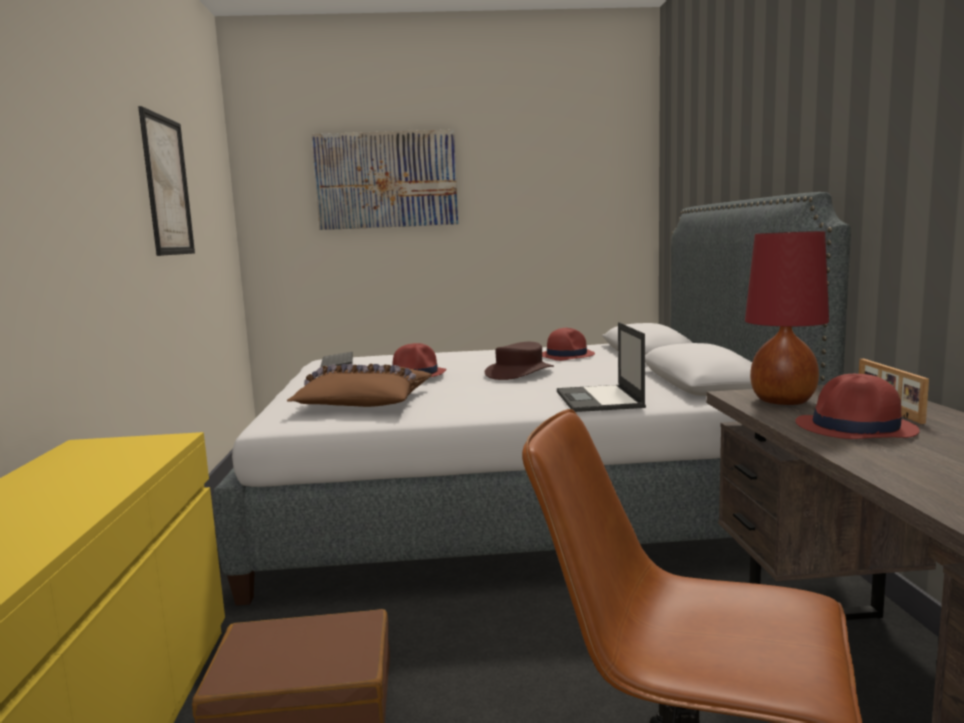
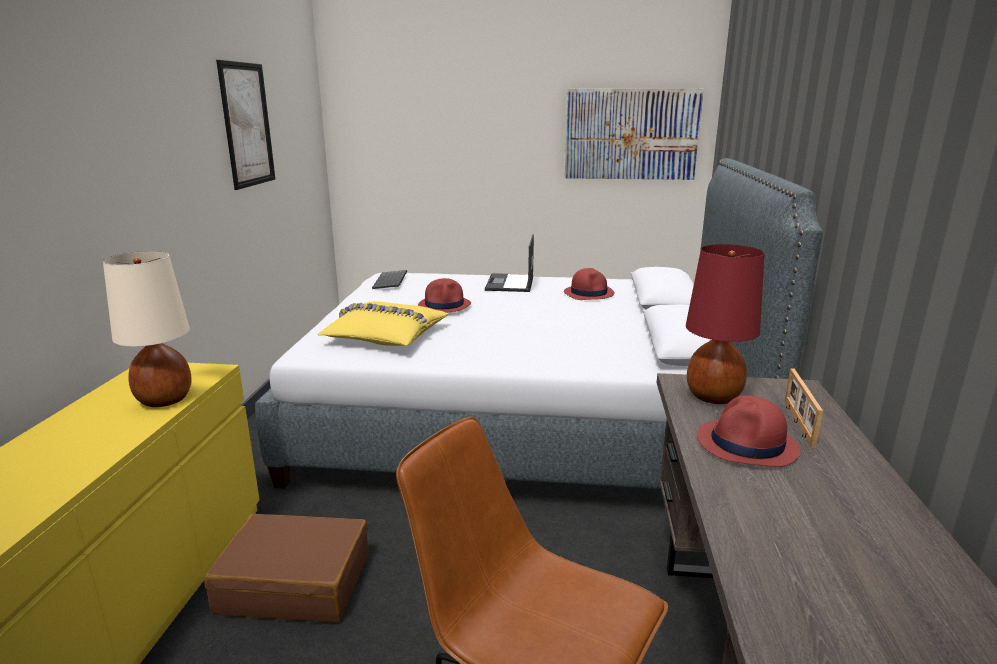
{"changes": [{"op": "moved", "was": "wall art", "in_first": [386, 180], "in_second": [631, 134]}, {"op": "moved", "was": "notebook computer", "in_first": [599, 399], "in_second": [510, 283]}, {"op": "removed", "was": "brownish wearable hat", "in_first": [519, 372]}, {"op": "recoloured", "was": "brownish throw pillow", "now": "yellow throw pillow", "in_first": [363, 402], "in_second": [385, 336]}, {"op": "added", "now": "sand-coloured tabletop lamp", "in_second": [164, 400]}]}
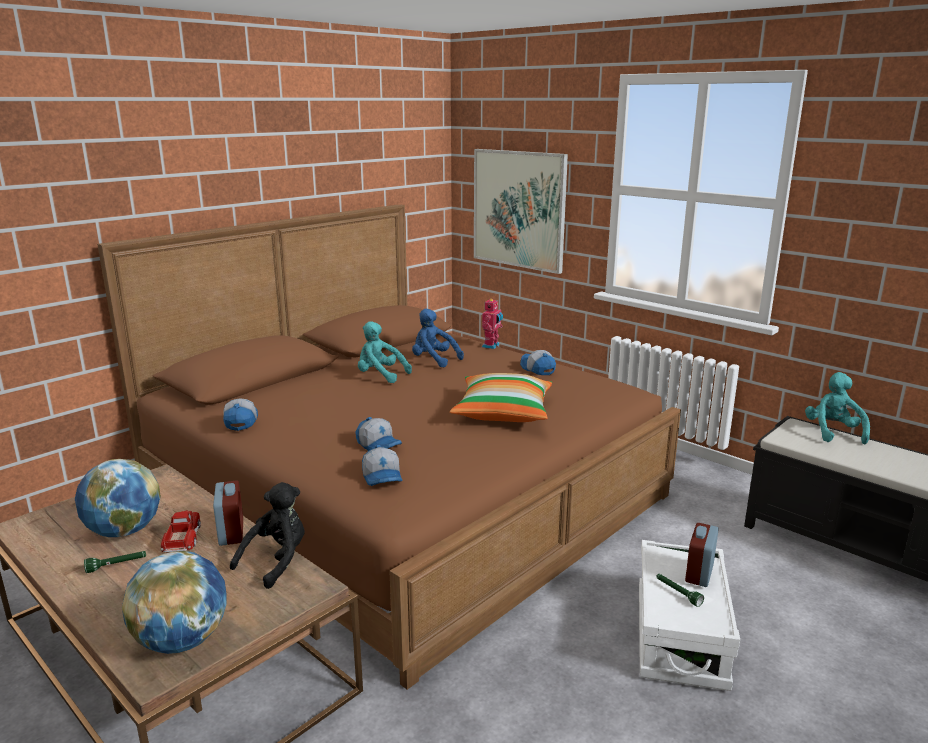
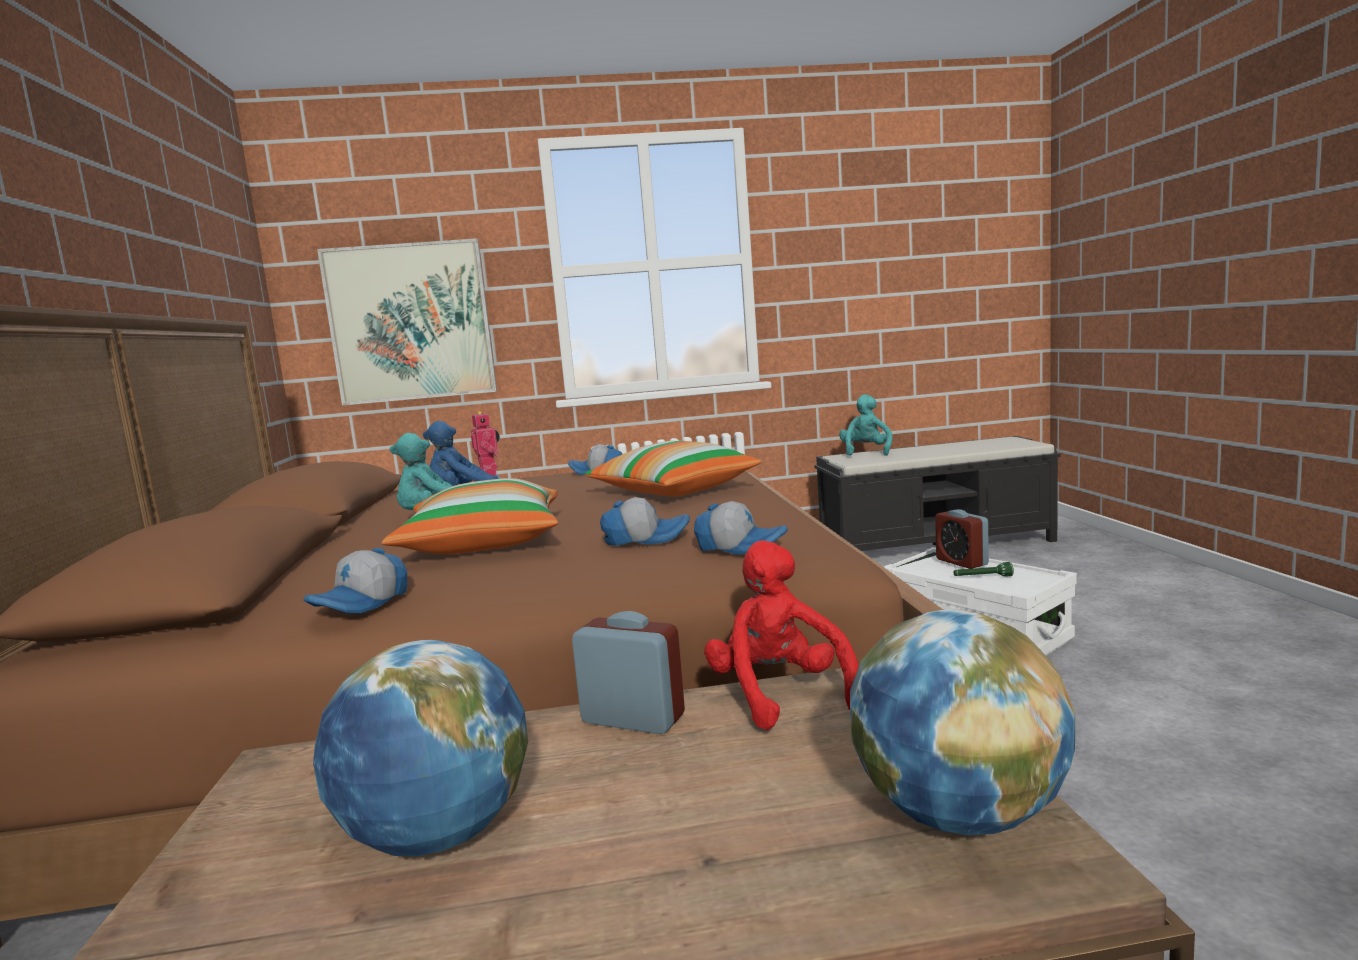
{"changes": [{"op": "turned", "was": "turquoise-coloured soft toy", "in_first": [833, 432], "in_second": [866, 452], "clockwise": 60}, {"op": "turned", "was": "baseball cap", "in_first": [240, 421], "in_second": [362, 603], "clockwise": -90}, {"op": "recoloured", "was": "black-coloured soft toy", "now": "red soft toy", "in_first": [277, 561], "in_second": [779, 694]}, {"op": "removed", "was": "toy truck", "in_first": [183, 539]}, {"op": "removed", "was": "green hand torch", "in_first": [117, 565]}, {"op": "added", "now": "throw pillow", "in_second": [483, 543]}]}
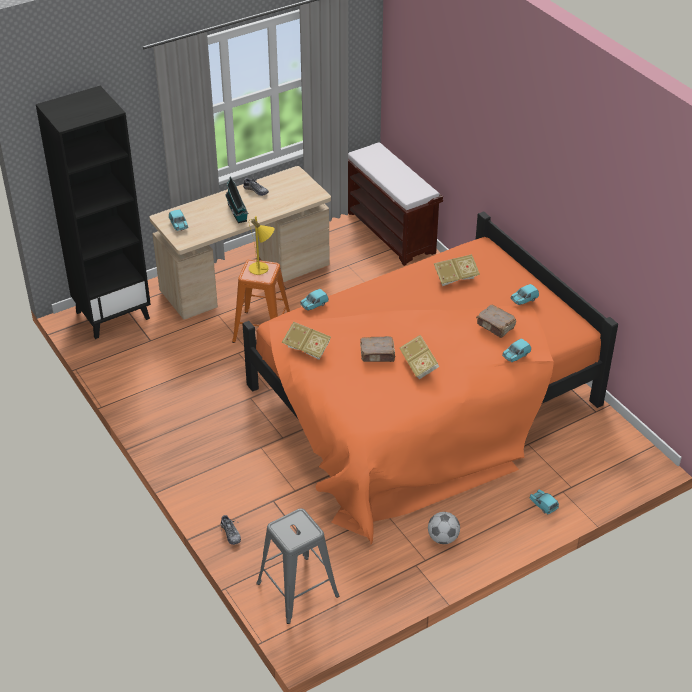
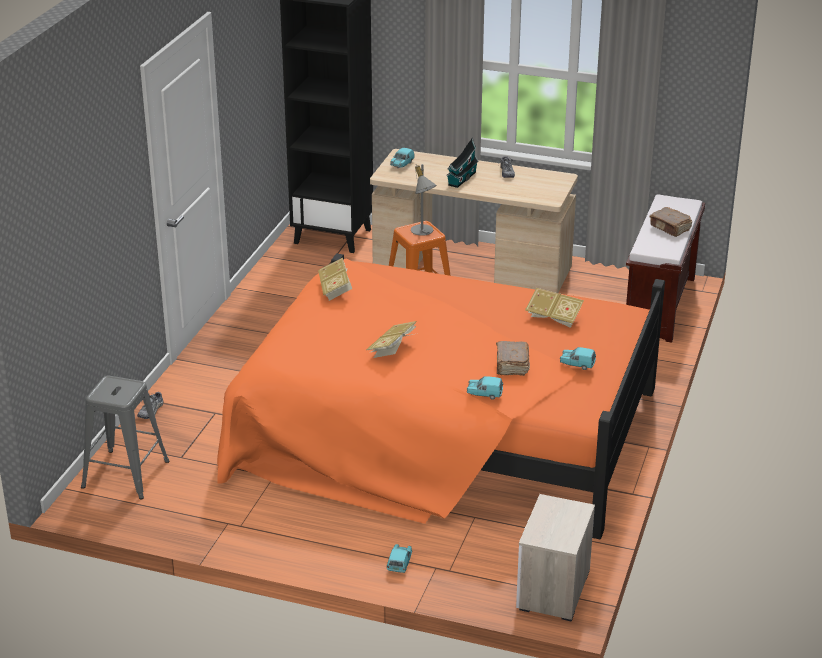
{"changes": [{"op": "recoloured", "was": "yellow tabletop lamp", "now": "grey tabletop lamp", "in_first": [262, 269], "in_second": [423, 232]}, {"op": "removed", "was": "turquoise-coloured miniature car", "in_first": [314, 305]}, {"op": "moved", "was": "brownish volume", "in_first": [378, 355], "in_second": [670, 228]}, {"op": "removed", "was": "football", "in_first": [443, 538]}, {"op": "added", "now": "nightstand", "in_second": [552, 590]}]}
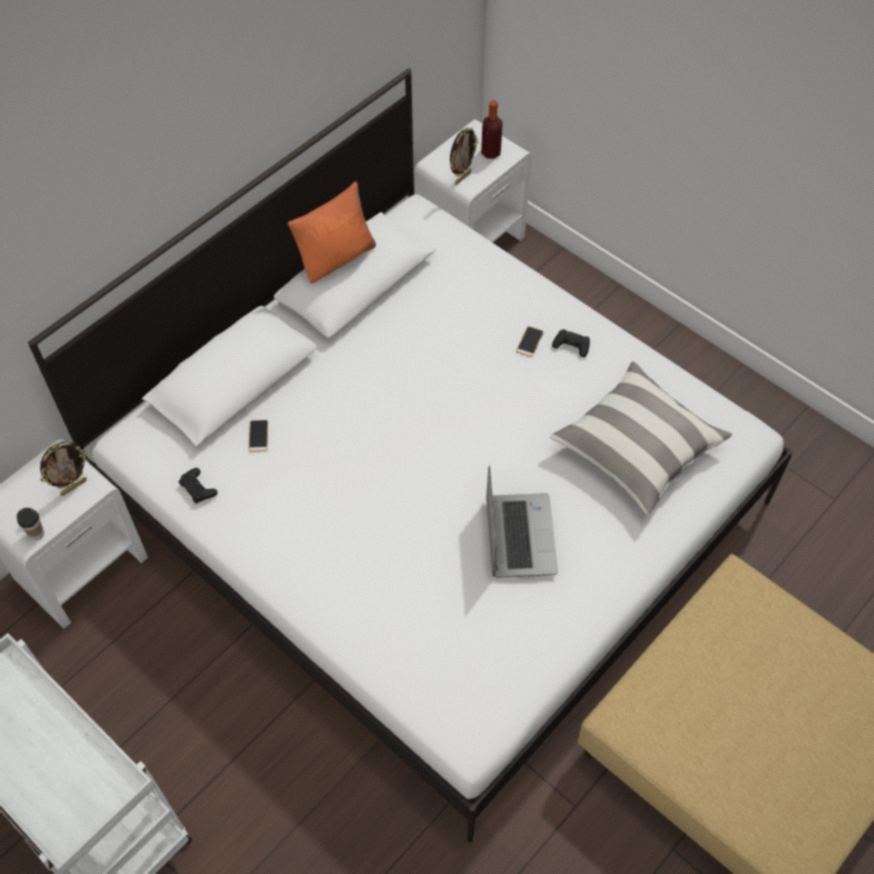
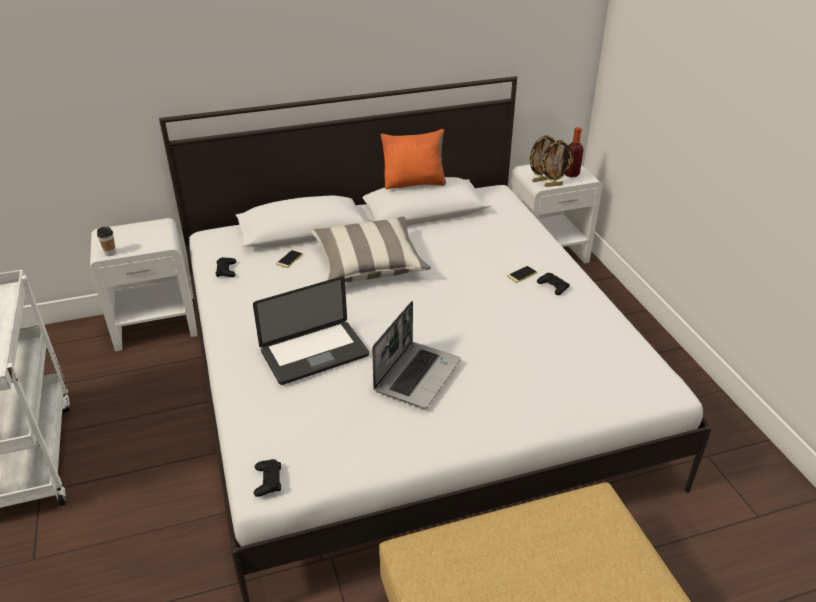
{"changes": [{"op": "moved", "was": "throw pillow", "in_first": [637, 449], "in_second": [369, 264]}, {"op": "moved", "was": "photo frame", "in_first": [73, 487], "in_second": [553, 185]}, {"op": "added", "now": "notebook computer", "in_second": [314, 354]}, {"op": "added", "now": "black-coloured game controller", "in_second": [268, 480]}]}
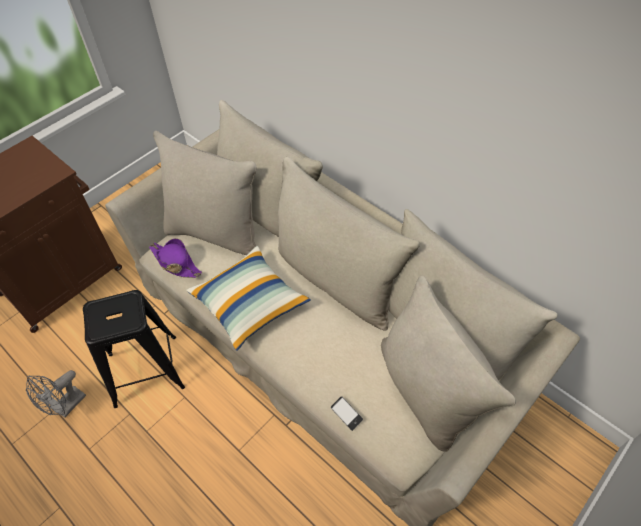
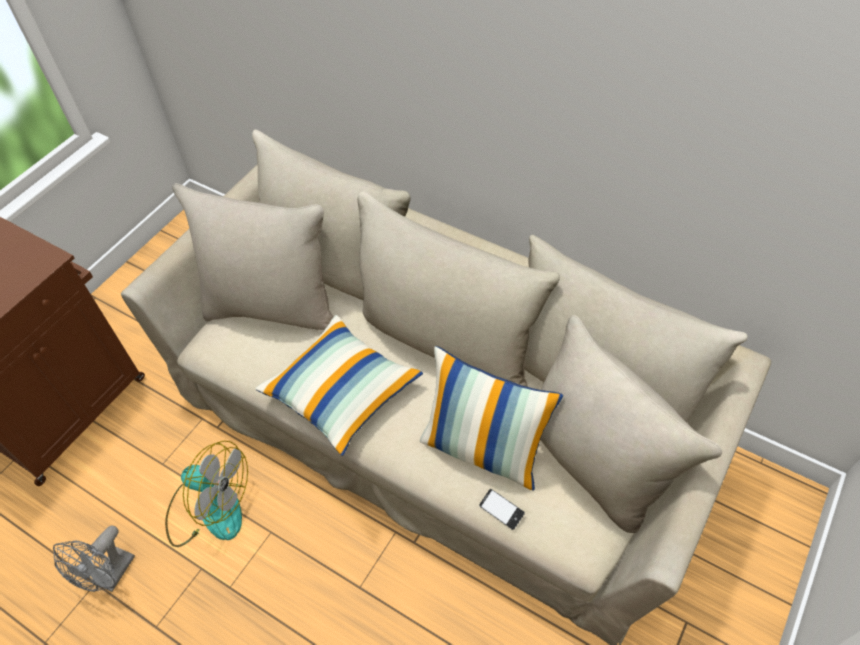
{"changes": [{"op": "removed", "was": "purple-coloured wearable hat", "in_first": [175, 263]}, {"op": "replaced", "was": "black-coloured stool", "now": "fan", "in_first": [145, 371], "in_second": [209, 508]}, {"op": "added", "now": "throw pillow", "in_second": [484, 449]}]}
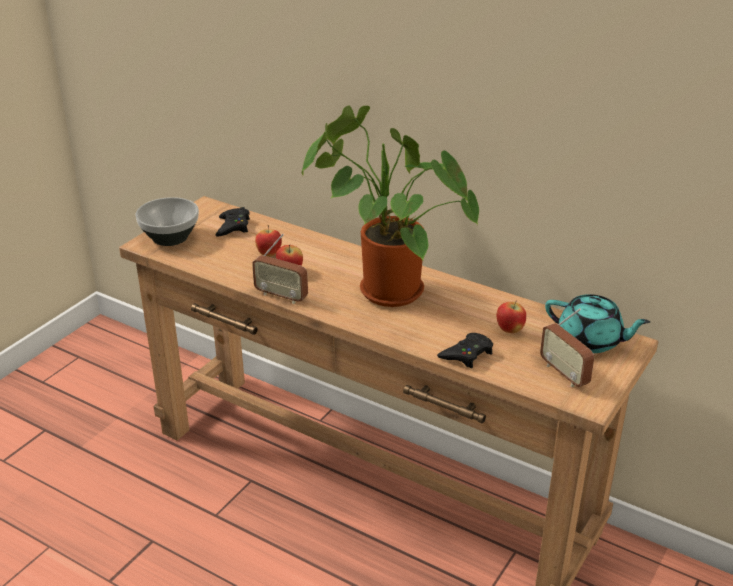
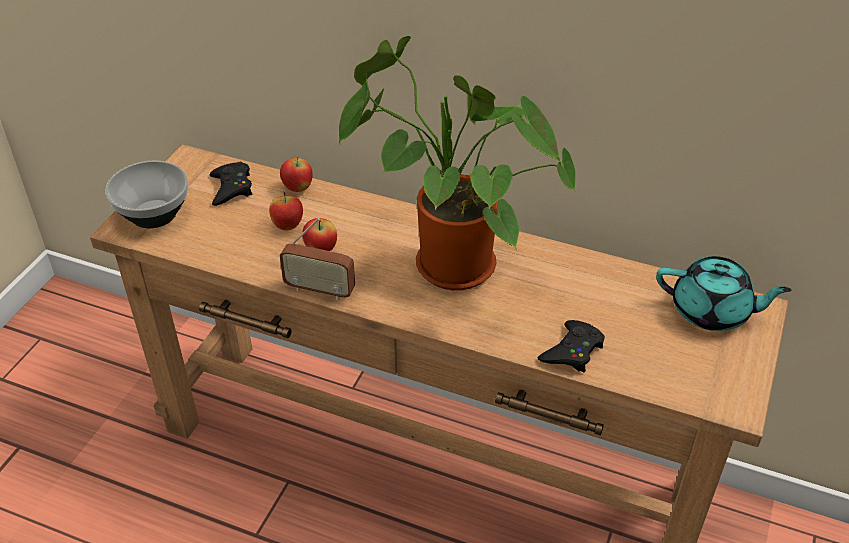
{"changes": [{"op": "moved", "was": "whole apple", "in_first": [509, 330], "in_second": [298, 188]}, {"op": "removed", "was": "radio", "in_first": [564, 374]}]}
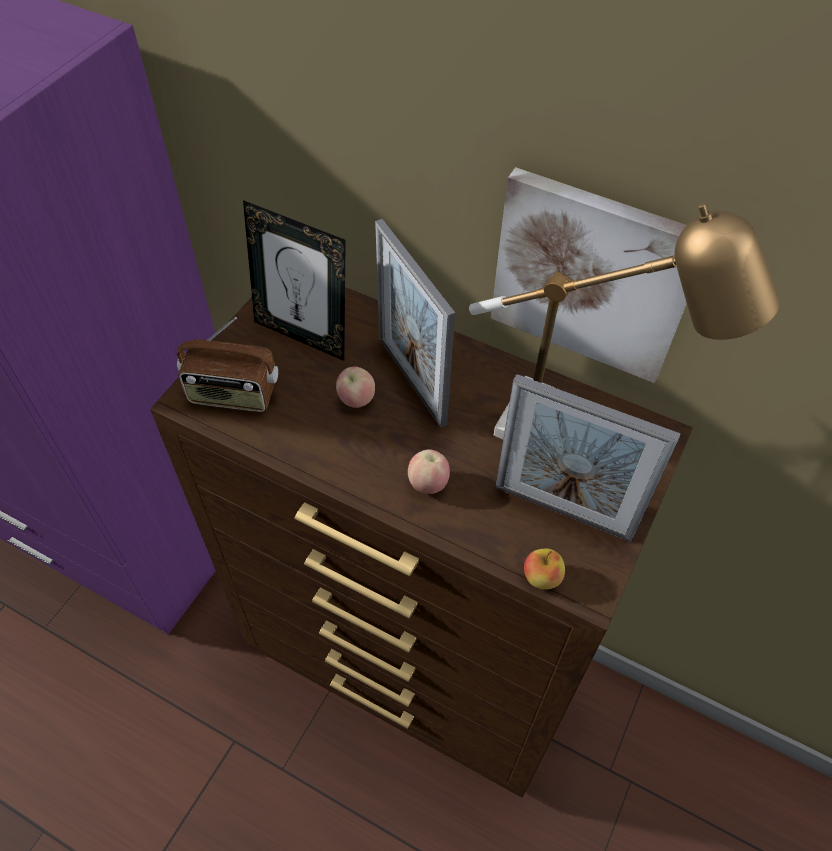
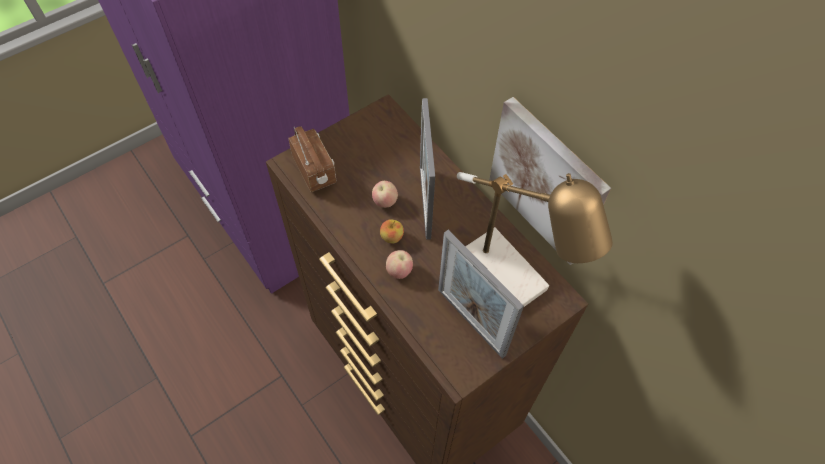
{"changes": [{"op": "removed", "was": "photo frame", "in_first": [303, 335]}, {"op": "turned", "was": "radio", "in_first": [233, 395], "in_second": [315, 171], "clockwise": -150}, {"op": "moved", "was": "whole apple", "in_first": [541, 577], "in_second": [391, 237]}]}
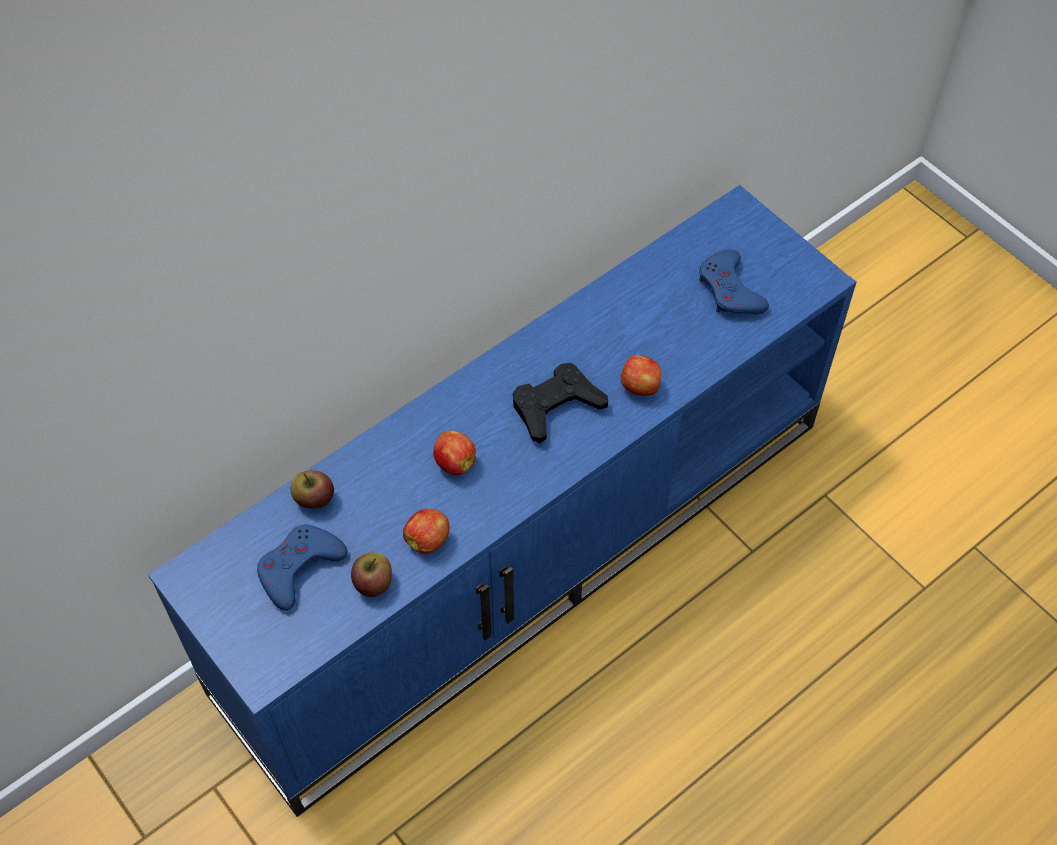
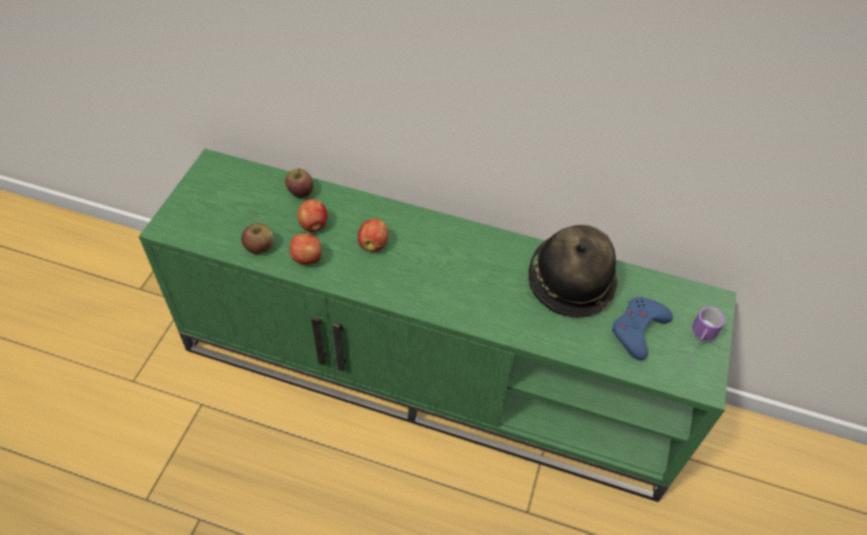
{"changes": [{"op": "recoloured", "was": "bluish media console", "now": "green media console", "in_first": [526, 548], "in_second": [431, 373]}, {"op": "moved", "was": "whole apple", "in_first": [640, 387], "in_second": [313, 225]}, {"op": "removed", "was": "black-coloured game controller", "in_first": [556, 406]}, {"op": "removed", "was": "bluish game controller", "in_first": [299, 568]}, {"op": "added", "now": "wearable hat", "in_second": [570, 281]}, {"op": "added", "now": "tea mug", "in_second": [697, 345]}]}
